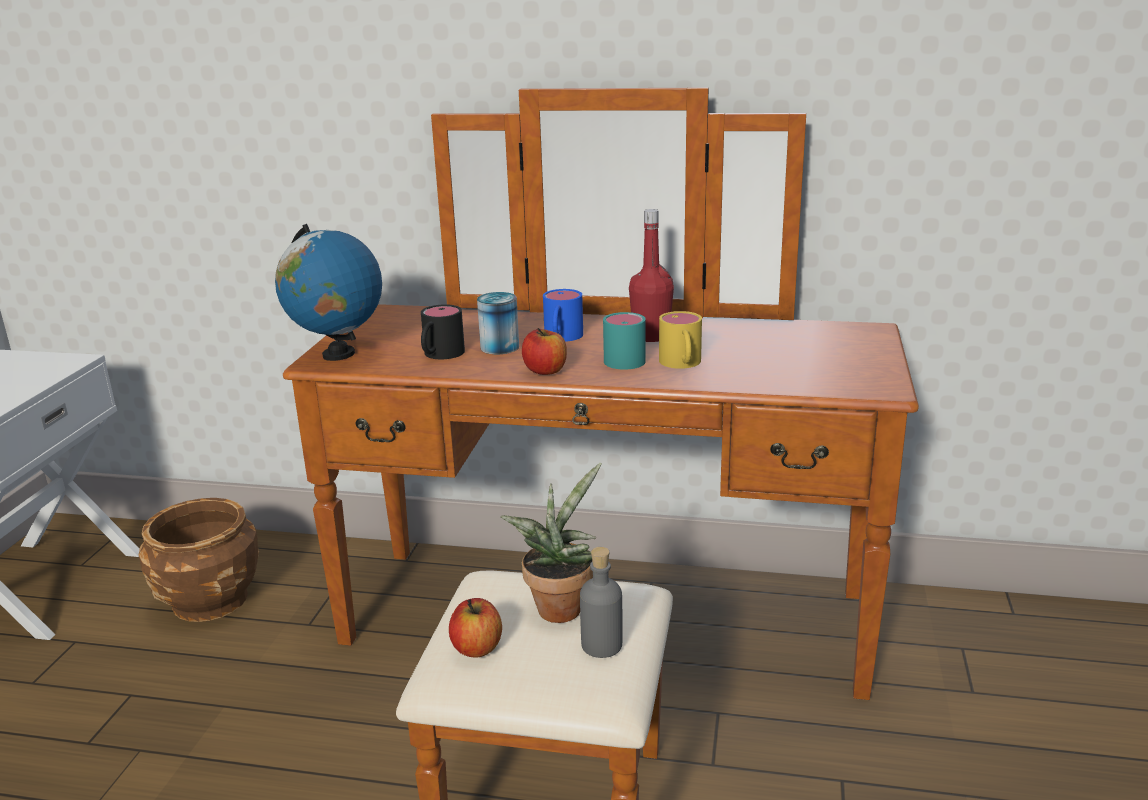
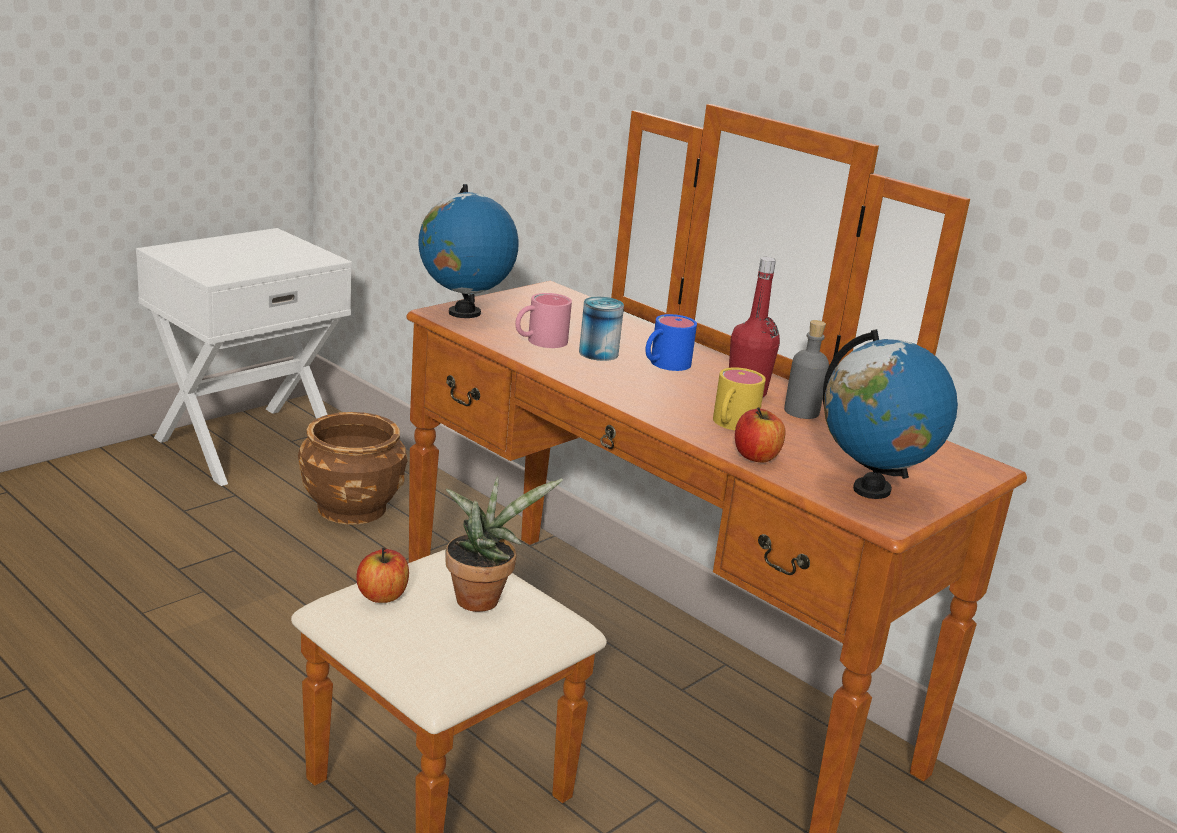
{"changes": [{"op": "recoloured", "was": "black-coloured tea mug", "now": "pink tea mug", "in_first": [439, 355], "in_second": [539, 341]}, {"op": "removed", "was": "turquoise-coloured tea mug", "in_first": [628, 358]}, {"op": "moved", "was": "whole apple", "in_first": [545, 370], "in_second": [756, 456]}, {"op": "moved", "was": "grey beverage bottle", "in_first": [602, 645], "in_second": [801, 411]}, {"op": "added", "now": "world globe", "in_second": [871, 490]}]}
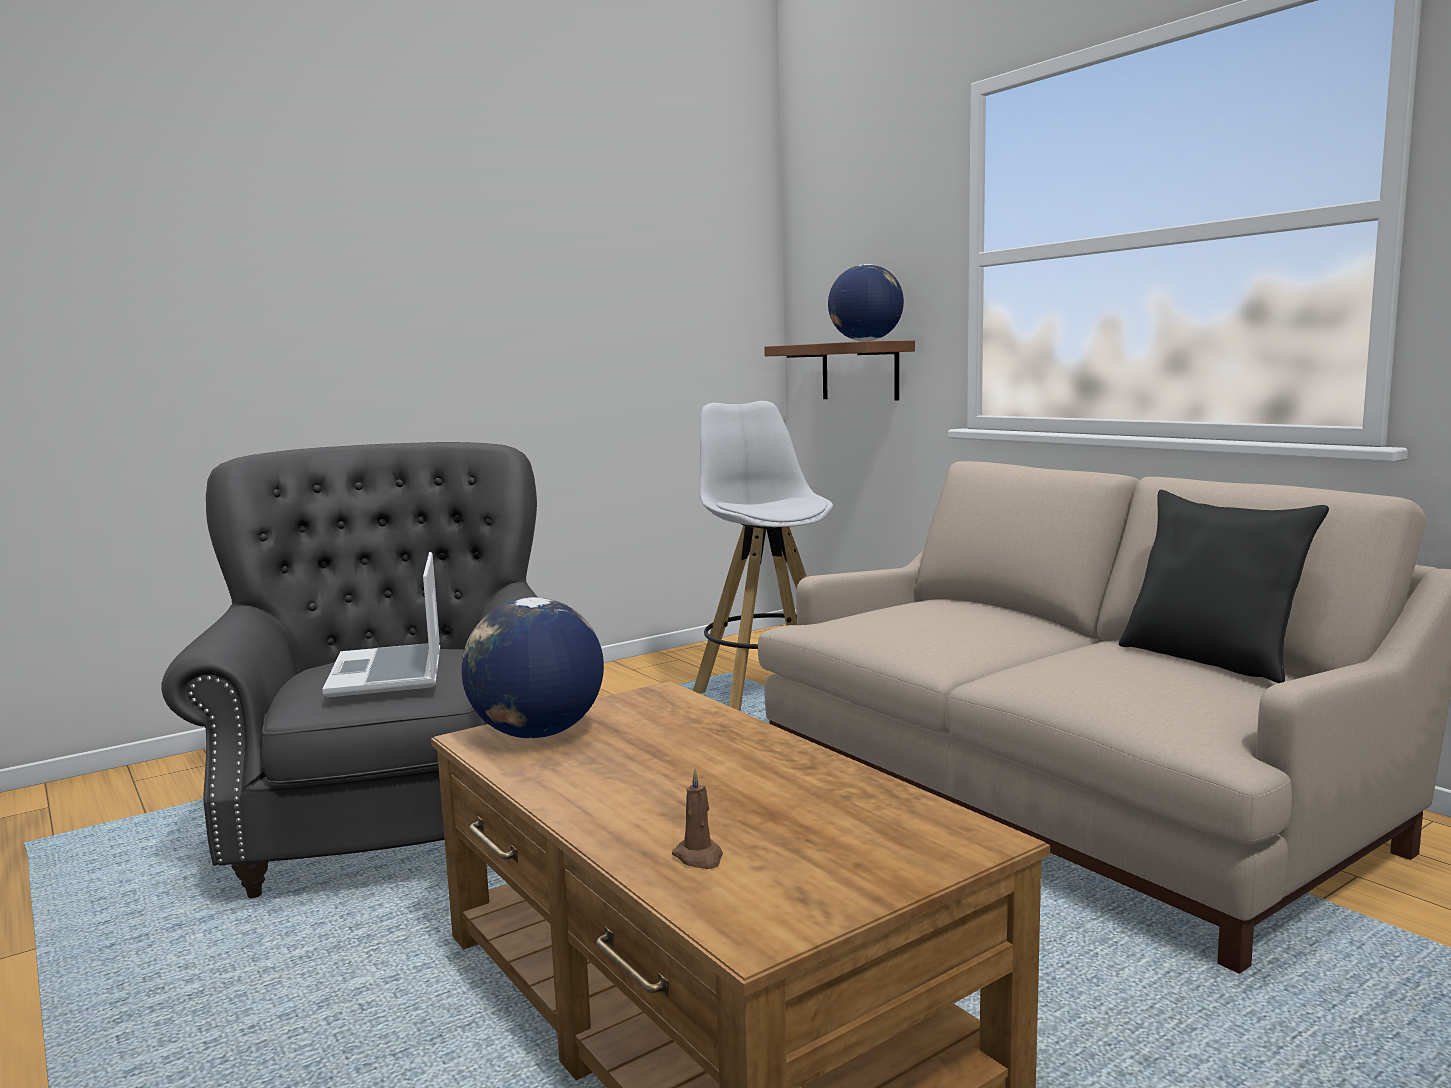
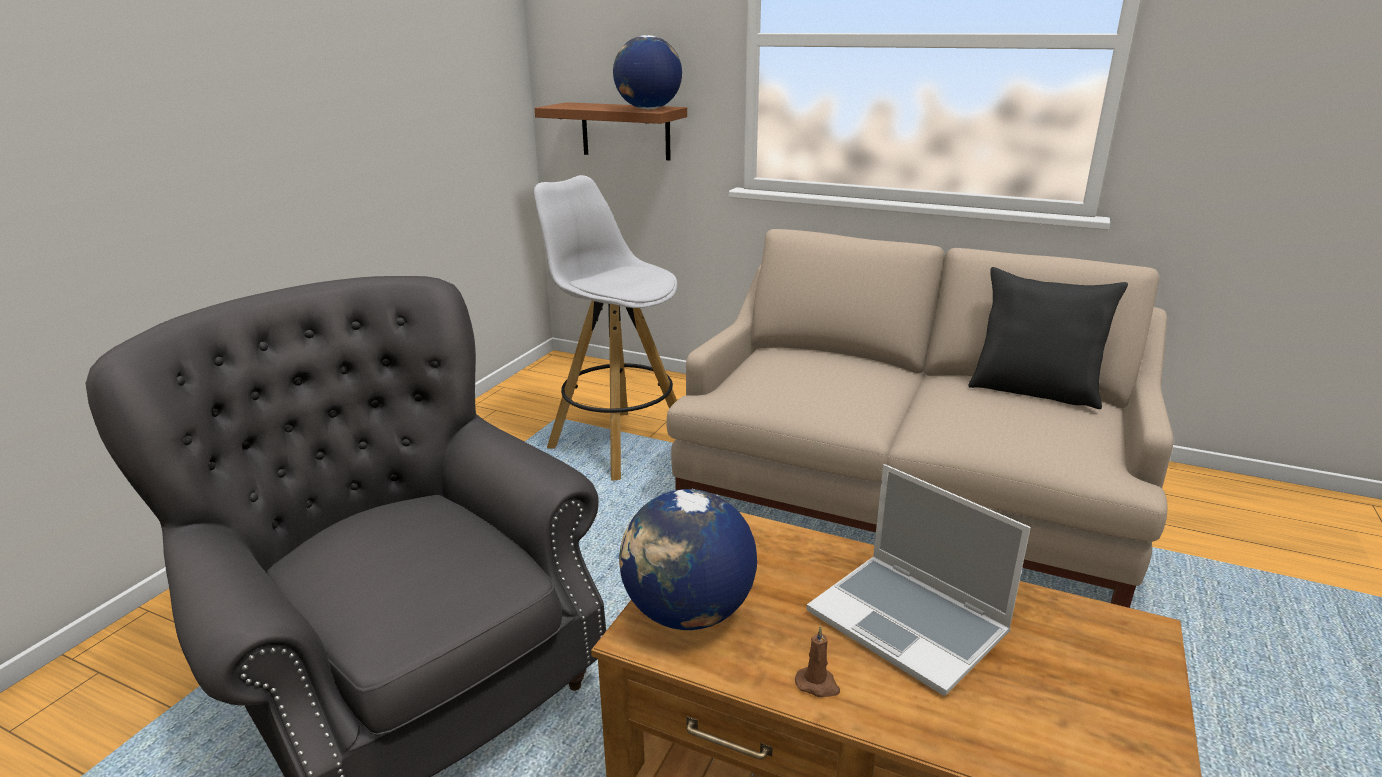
{"changes": [{"op": "moved", "was": "notebook computer", "in_first": [389, 674], "in_second": [910, 623]}, {"op": "moved", "was": "brownish wax light", "in_first": [699, 857], "in_second": [818, 684]}]}
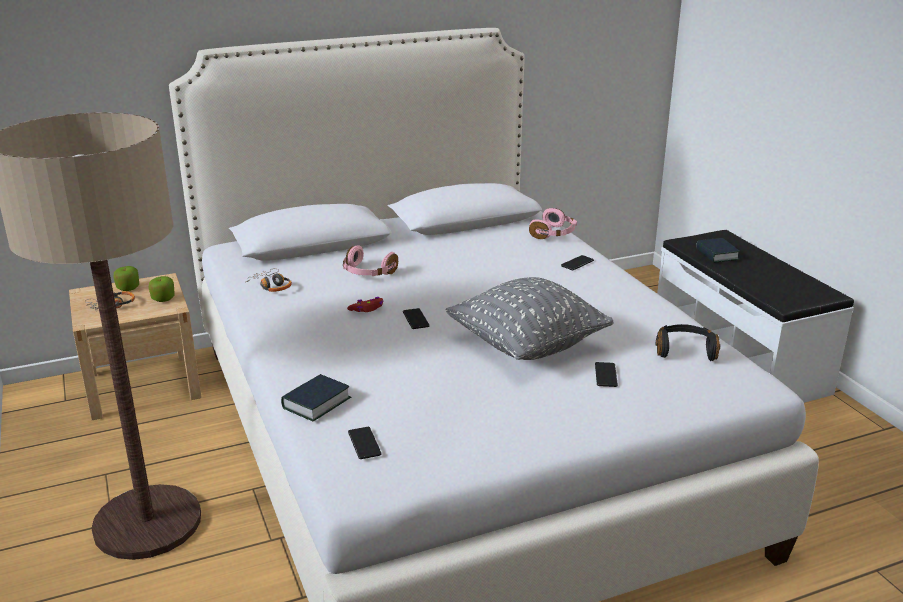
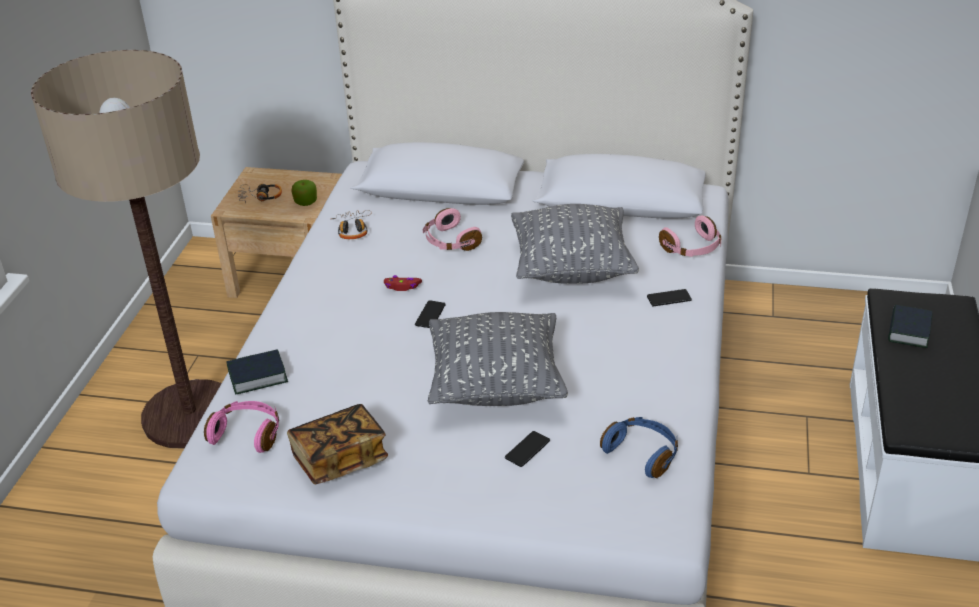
{"changes": [{"op": "removed", "was": "whole apple", "in_first": [128, 288]}, {"op": "recoloured", "was": "black-coloured headset", "now": "bluish headset", "in_first": [685, 350], "in_second": [642, 453]}, {"op": "replaced", "was": "telephone", "now": "pink headset", "in_first": [364, 443], "in_second": [247, 434]}, {"op": "added", "now": "grey throw pillow", "in_second": [572, 269]}, {"op": "added", "now": "volume", "in_second": [339, 459]}]}
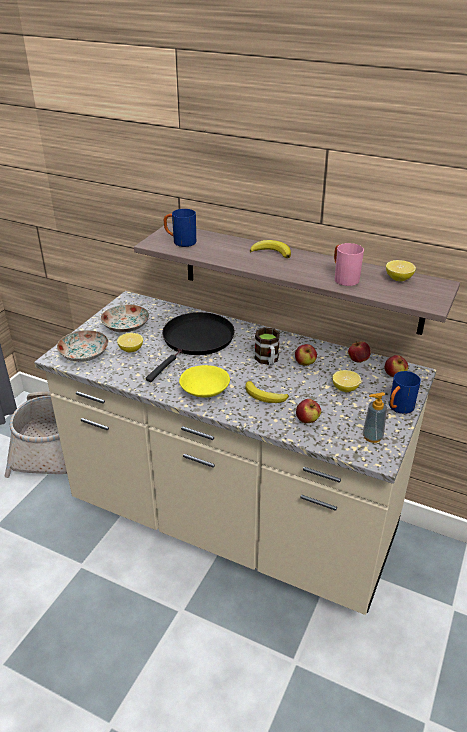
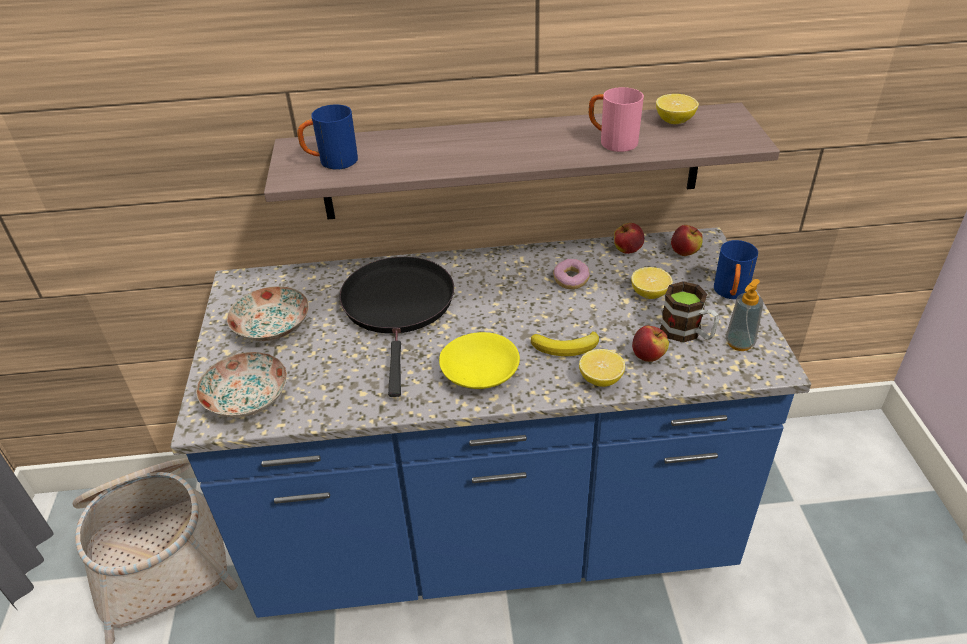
{"changes": [{"op": "removed", "was": "banana fruit", "in_first": [271, 252]}, {"op": "recoloured", "was": "sand-coloured kitchen base unit", "now": "bluish kitchen base unit", "in_first": [233, 522], "in_second": [492, 532]}, {"op": "moved", "was": "tea mug", "in_first": [267, 360], "in_second": [687, 333]}, {"op": "moved", "was": "citrus fruit", "in_first": [131, 350], "in_second": [601, 379]}, {"op": "replaced", "was": "whole apple", "now": "donut", "in_first": [305, 363], "in_second": [571, 280]}]}
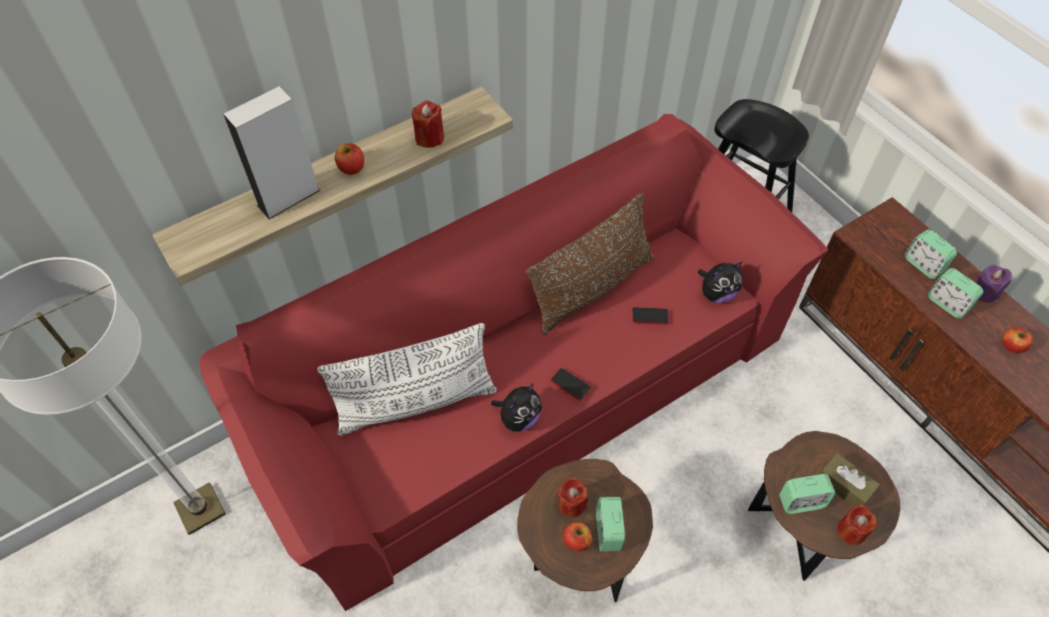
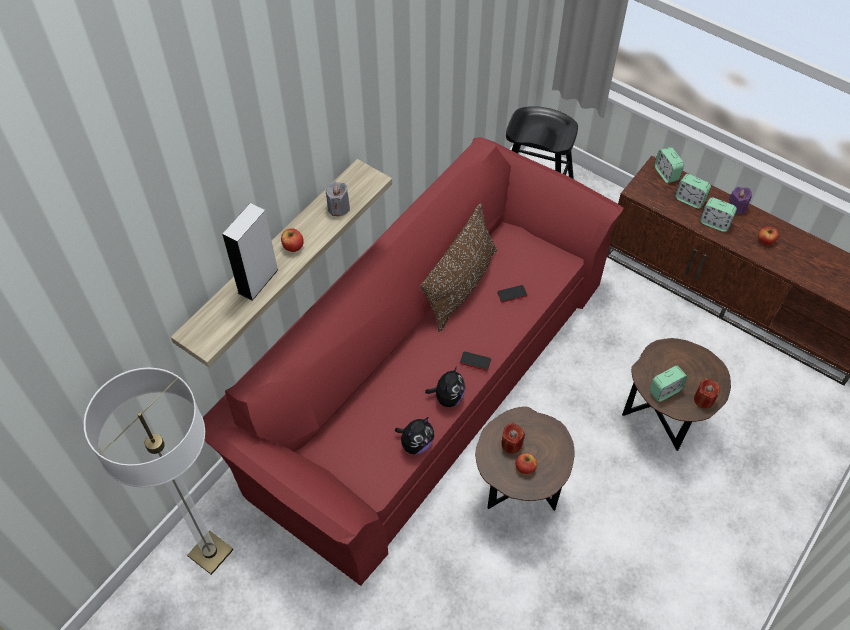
{"changes": [{"op": "recoloured", "was": "red wax light", "now": "grey wax light", "in_first": [429, 137], "in_second": [338, 208]}, {"op": "moved", "was": "soft toy", "in_first": [717, 294], "in_second": [416, 443]}, {"op": "removed", "was": "white throw pillow", "in_first": [415, 402]}, {"op": "removed", "was": "brownish tissue box", "in_first": [844, 485]}, {"op": "moved", "was": "bedside clock", "in_first": [608, 531], "in_second": [666, 174]}]}
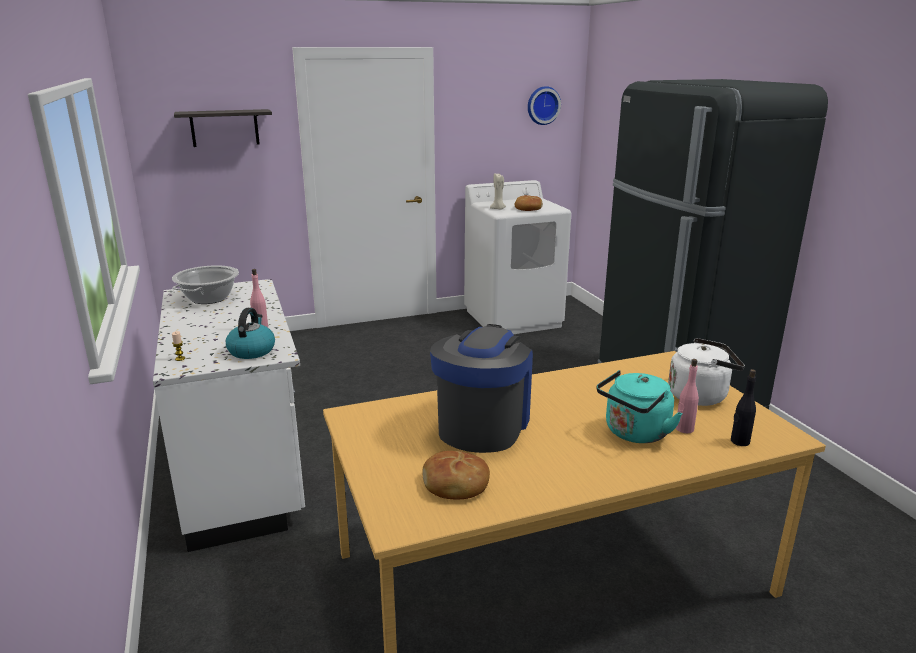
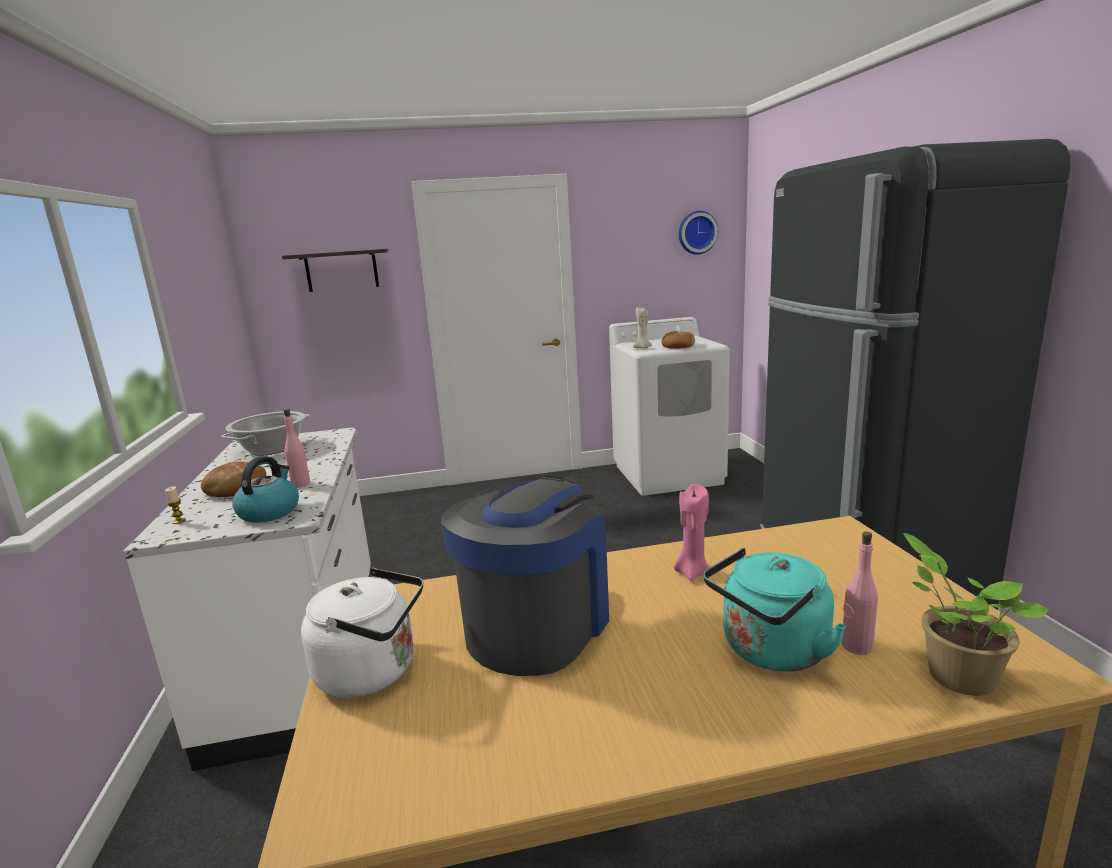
{"changes": [{"op": "moved", "was": "white kettle", "in_first": [700, 395], "in_second": [373, 671]}, {"op": "replaced", "was": "black-coloured beverage bottle", "now": "plant in a pot", "in_first": [739, 441], "in_second": [955, 675]}, {"op": "moved", "was": "bread", "in_first": [455, 485], "in_second": [235, 489]}, {"op": "added", "now": "pink wax light", "in_second": [692, 572]}]}
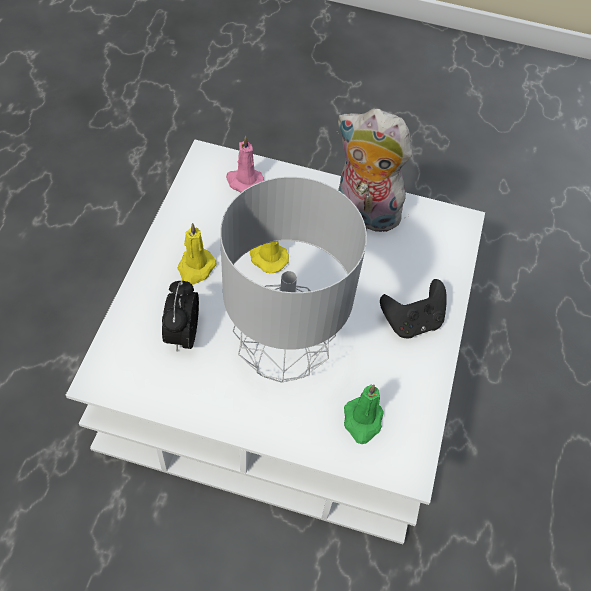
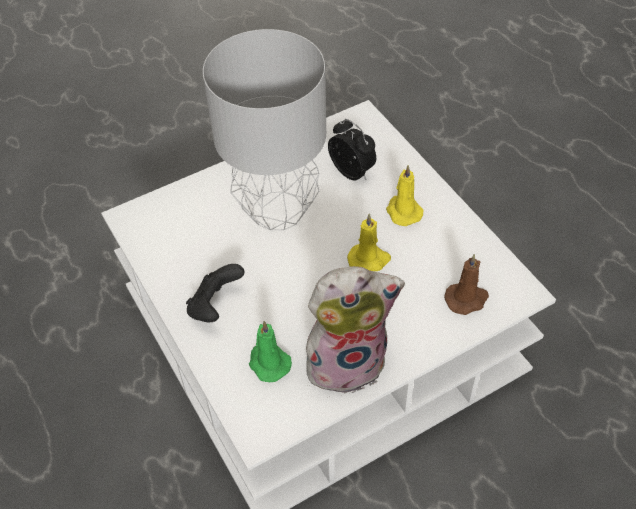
{"changes": [{"op": "recoloured", "was": "pink wax light", "now": "brownish wax light", "in_first": [244, 182], "in_second": [467, 299]}, {"op": "moved", "was": "green wax light", "in_first": [362, 421], "in_second": [268, 363]}]}
